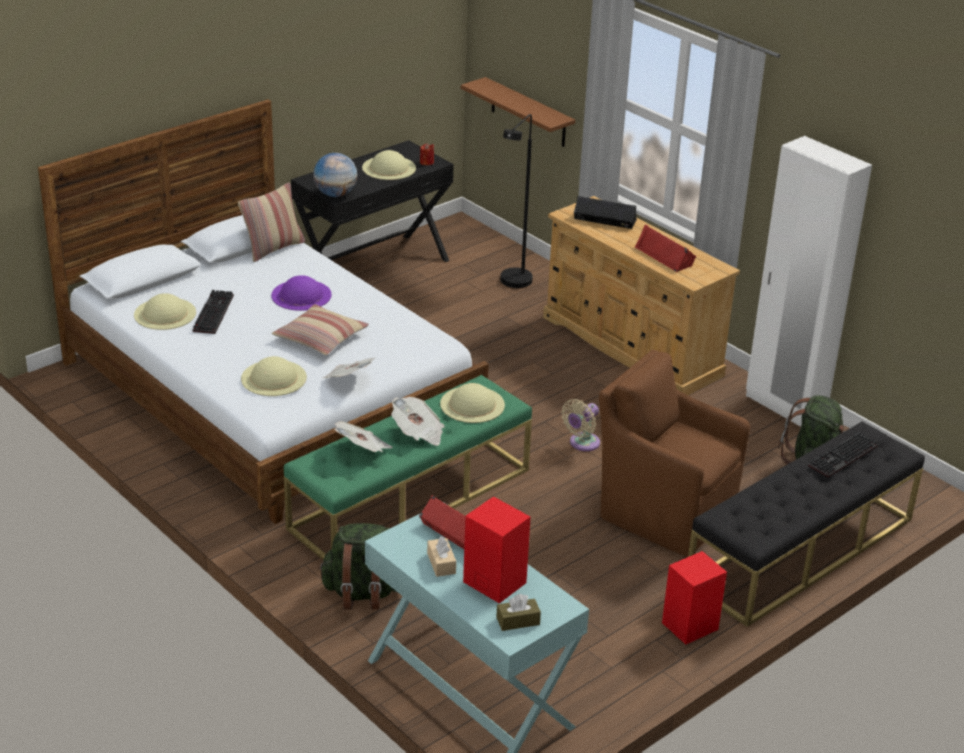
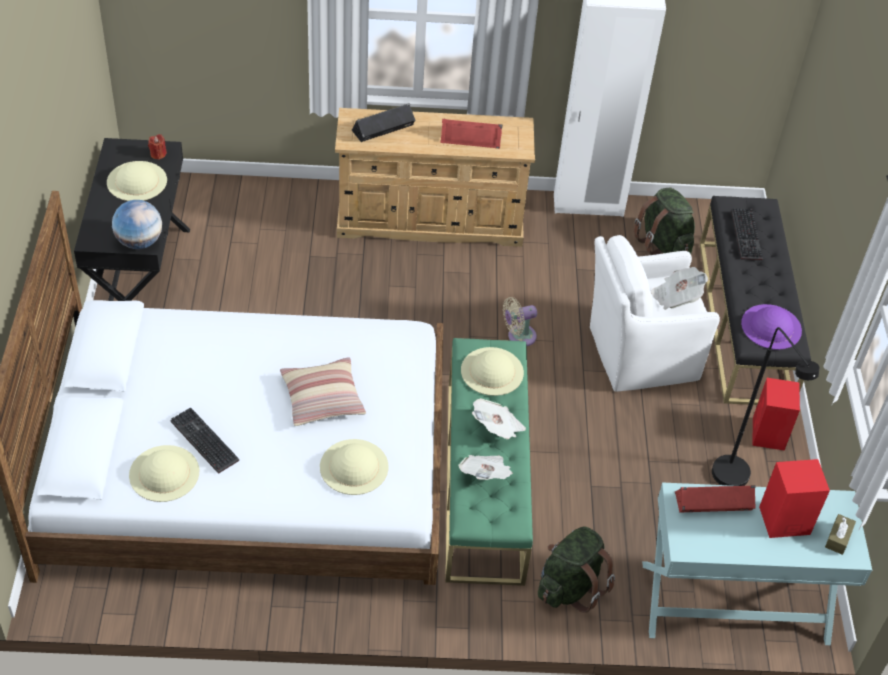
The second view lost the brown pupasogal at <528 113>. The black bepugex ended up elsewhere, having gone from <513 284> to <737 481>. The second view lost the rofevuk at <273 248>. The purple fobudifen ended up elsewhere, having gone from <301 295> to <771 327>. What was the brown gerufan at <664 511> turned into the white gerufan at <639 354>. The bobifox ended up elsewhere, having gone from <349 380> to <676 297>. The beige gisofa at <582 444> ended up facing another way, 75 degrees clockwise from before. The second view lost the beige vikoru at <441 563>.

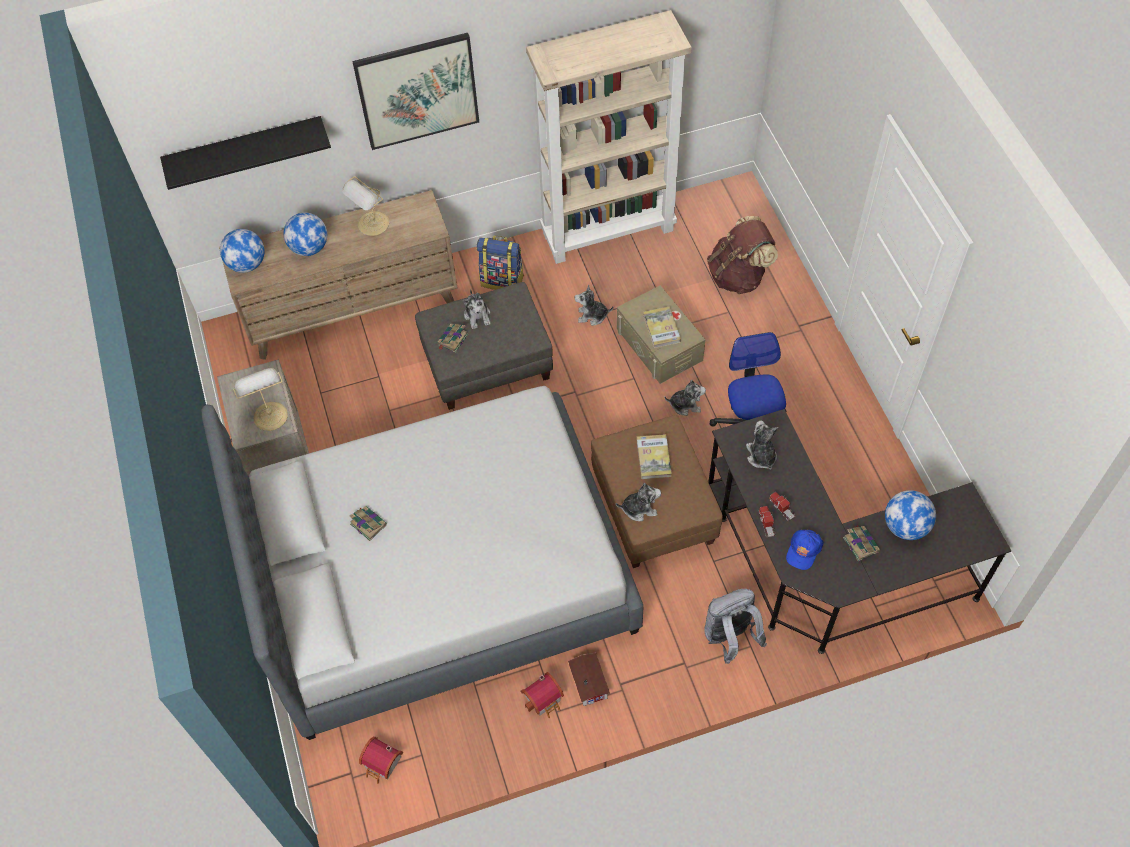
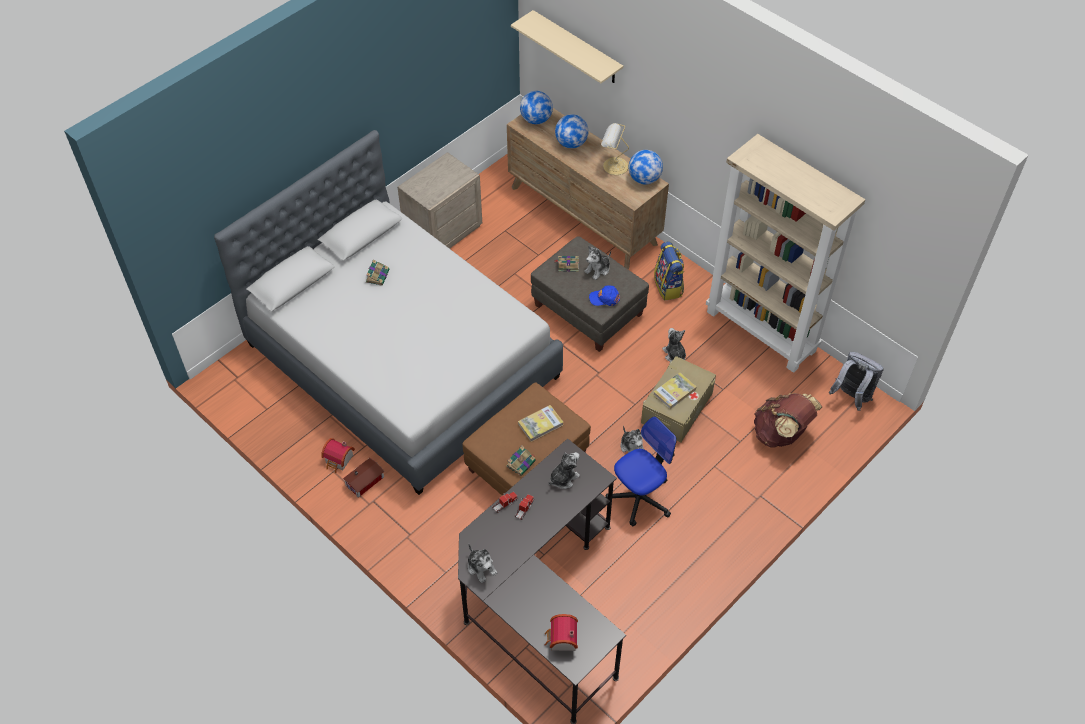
The second view lost the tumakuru at <417 90>. What was the black pupasogal at <245 148> turned into the beige pupasogal at <577 48>. The second view lost the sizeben at <269 414>. The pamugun ended up elsewhere, having gone from <639 508> to <481 567>. The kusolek ended up elsewhere, having gone from <905 526> to <644 179>. The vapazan ended up elsewhere, having gone from <860 544> to <521 463>. The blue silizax ended up elsewhere, having gone from <803 550> to <604 298>. The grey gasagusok ended up elsewhere, having gone from <730 638> to <851 397>. The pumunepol ended up elsewhere, having gone from <382 764> to <561 640>.

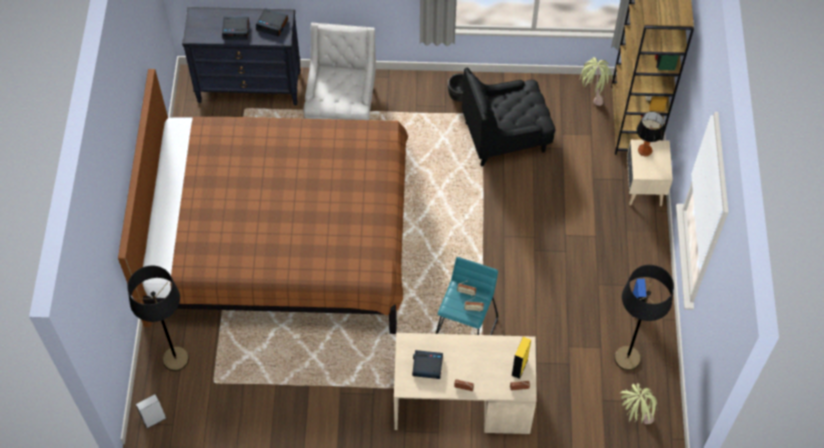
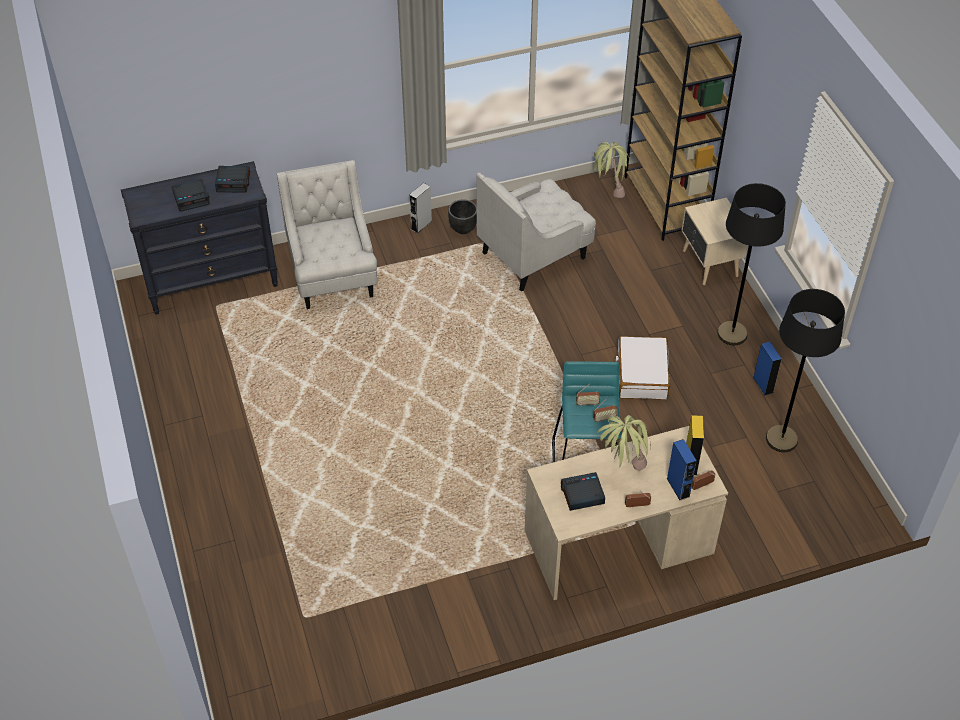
What was the black gerufan at <506 137> turned into the white gerufan at <534 255>. The second view lost the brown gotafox at <280 238>. The second view lost the sizeben at <644 150>. The black bepugex ended up elsewhere, having gone from <176 359> to <732 334>. The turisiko ended up elsewhere, having gone from <634 418> to <621 469>. The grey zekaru ended up elsewhere, having gone from <154 420> to <421 225>. The second view gained the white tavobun at <641 375>. The second view gained the blue zekaru at <678 487>.

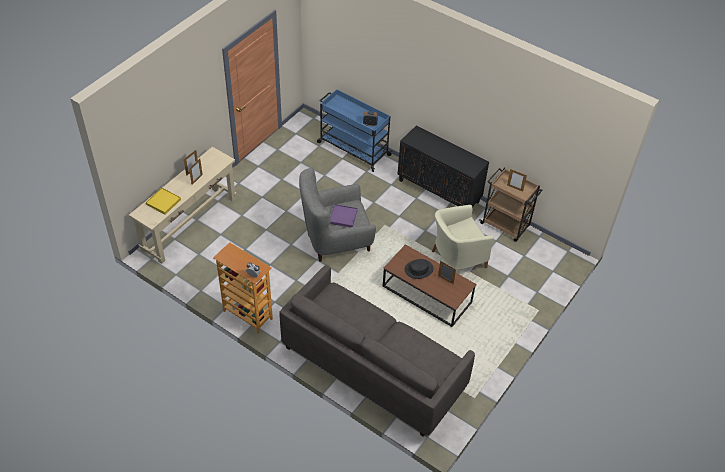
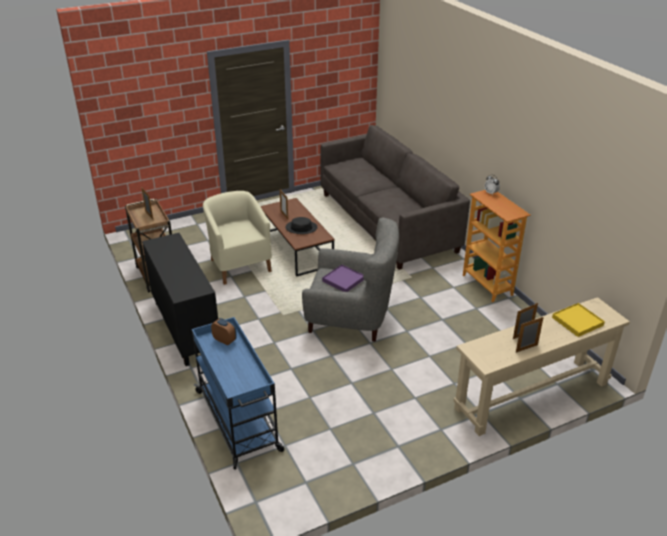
The beige gerufan at <457 259> ended up facing another way, 120 degrees counterclockwise from before.

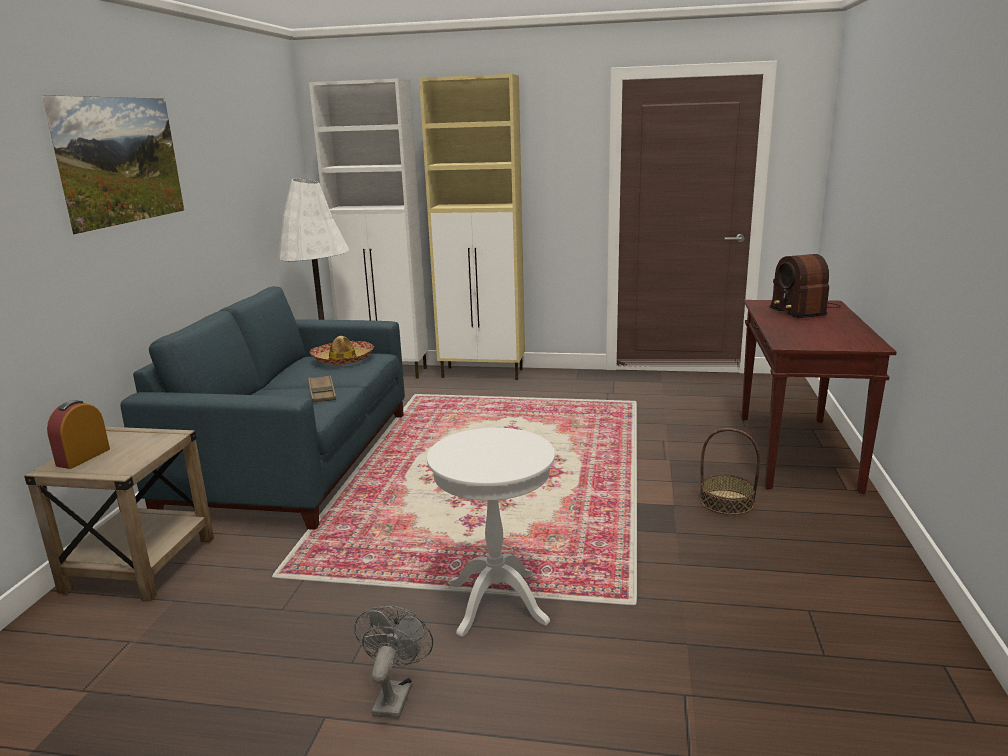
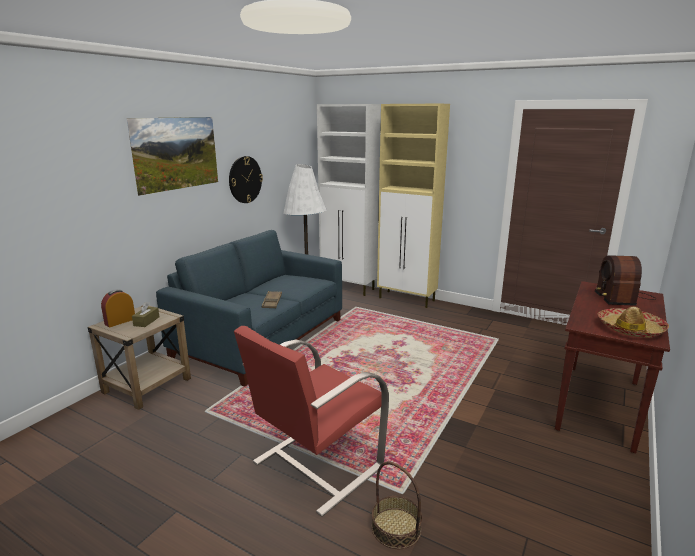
The fobudifen ended up elsewhere, having gone from <343 359> to <630 329>. Where the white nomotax stood at <496 602>, the red gerufan came to stand at <316 465>. The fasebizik ended up elsewhere, having gone from <727 502> to <396 528>. The second view lost the grey gisofa at <394 694>. The second view gained the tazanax at <245 179>. The second view gained the brown vikoru at <146 321>.

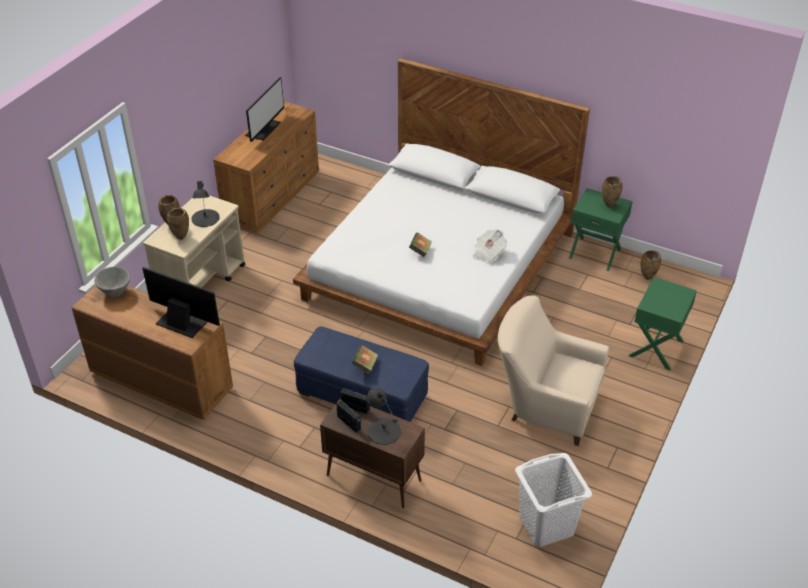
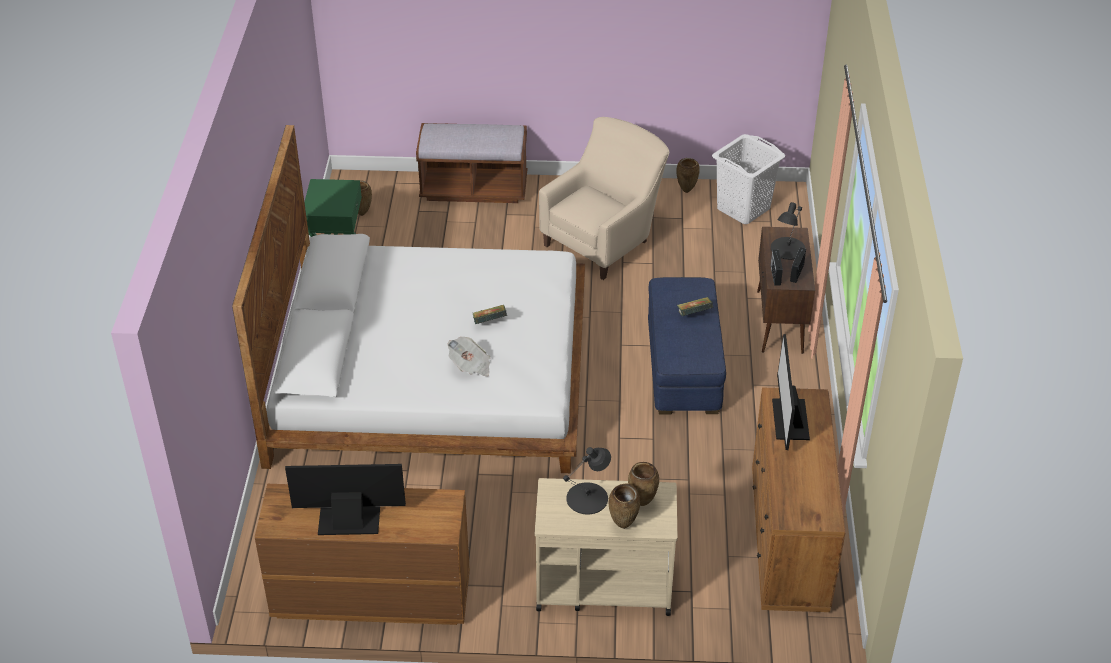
The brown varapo ended up elsewhere, having gone from <609 205> to <686 190>. The bobifox ended up elsewhere, having gone from <488 253> to <470 366>. The second view lost the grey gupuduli at <115 292>. Where the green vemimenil stood at <657 348>, the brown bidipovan came to stand at <474 189>. The beige gerufan at <545 406> ended up facing another way, 135 degrees counterclockwise from before.

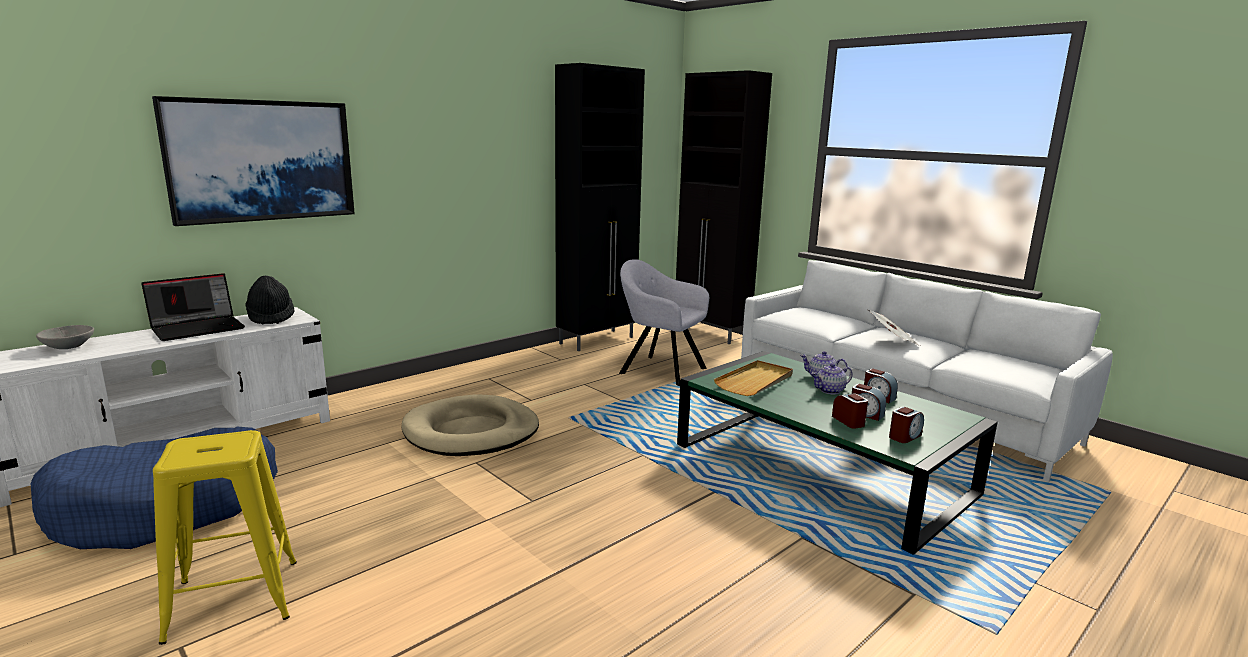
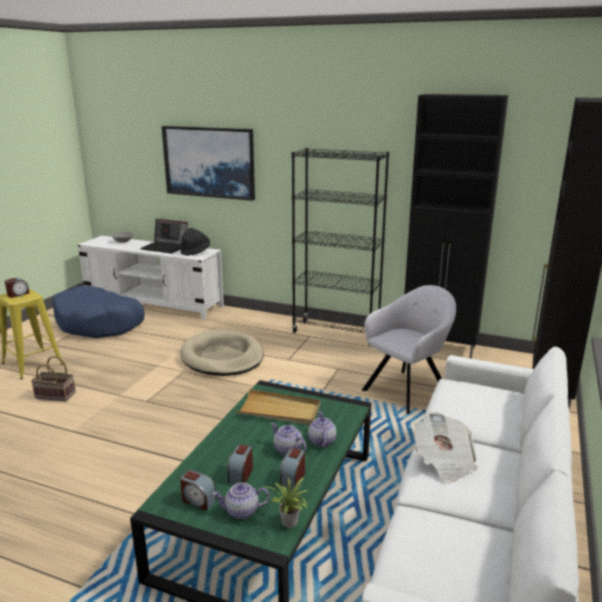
The grey gerufan at <659 370> ended up facing another way, 45 degrees clockwise from before. The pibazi ended up elsewhere, having gone from <849 421> to <18 294>. The second view gained the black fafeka at <336 333>. The second view gained the fasebizik at <54 395>. The second view gained the turisiko at <290 523>. The second view gained the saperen at <241 511>.

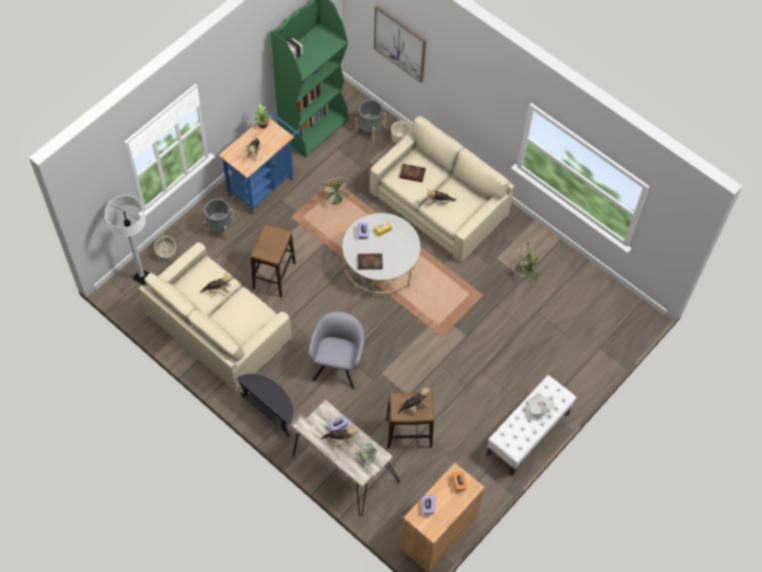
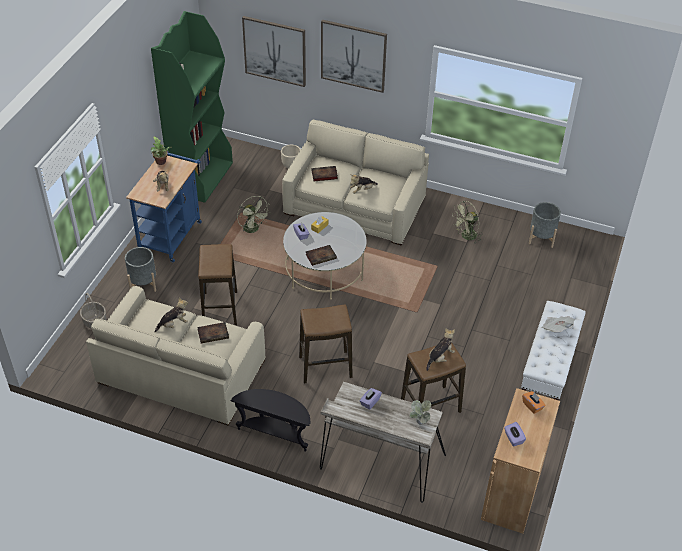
The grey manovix ended up elsewhere, having gone from <370 129> to <541 237>. The second view lost the white bepugex at <142 277>. Where the grey gerufan stood at <338 364>, the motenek came to stand at <325 367>. The second view lost the pamugun at <340 440>. The second view gained the tumakuru at <353 55>. The second view gained the vapazan at <214 334>.

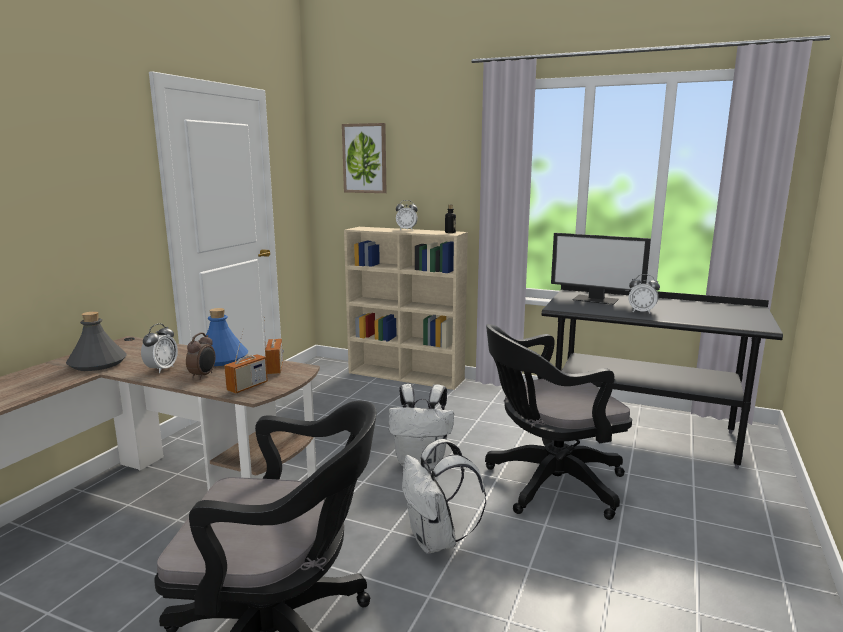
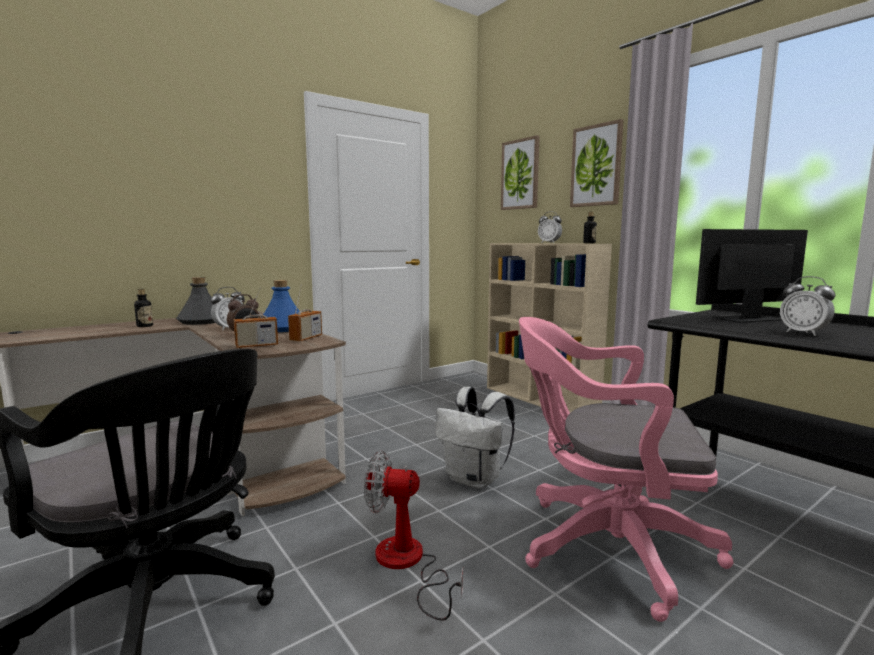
The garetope at <596 299> ended up facing another way, 105 degrees clockwise from before. What was the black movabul at <548 484> turned into the pink movabul at <605 546>. Where the white gasagusok stood at <436 541>, the gisofa came to stand at <407 564>. The second view gained the tumakuru at <596 165>. The second view gained the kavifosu at <145 326>.

